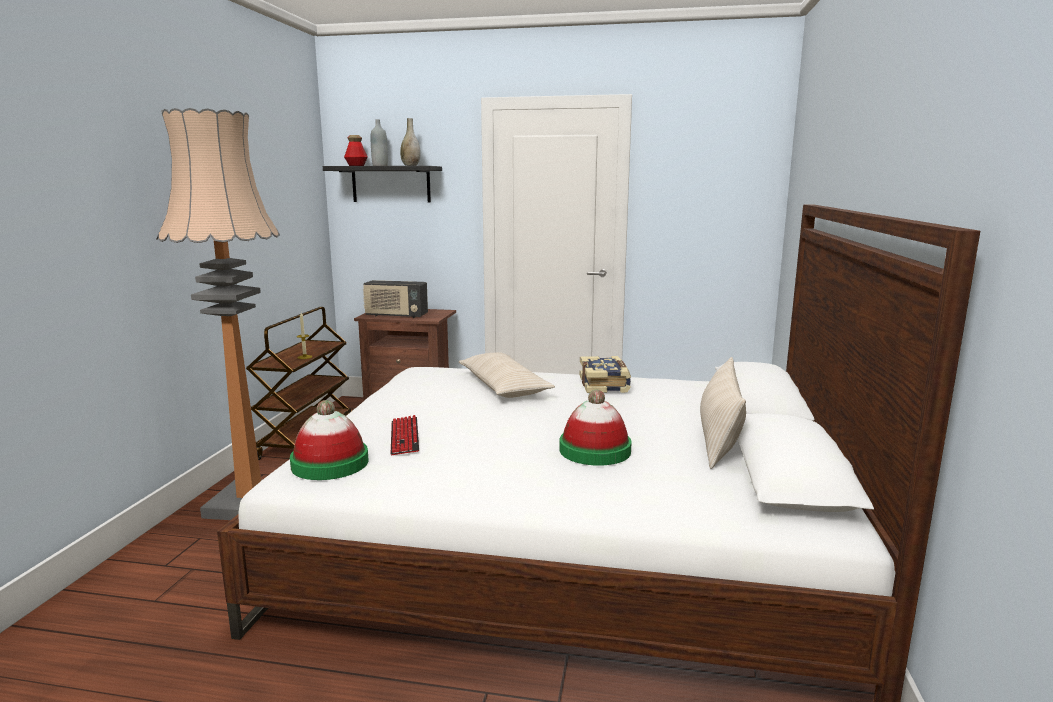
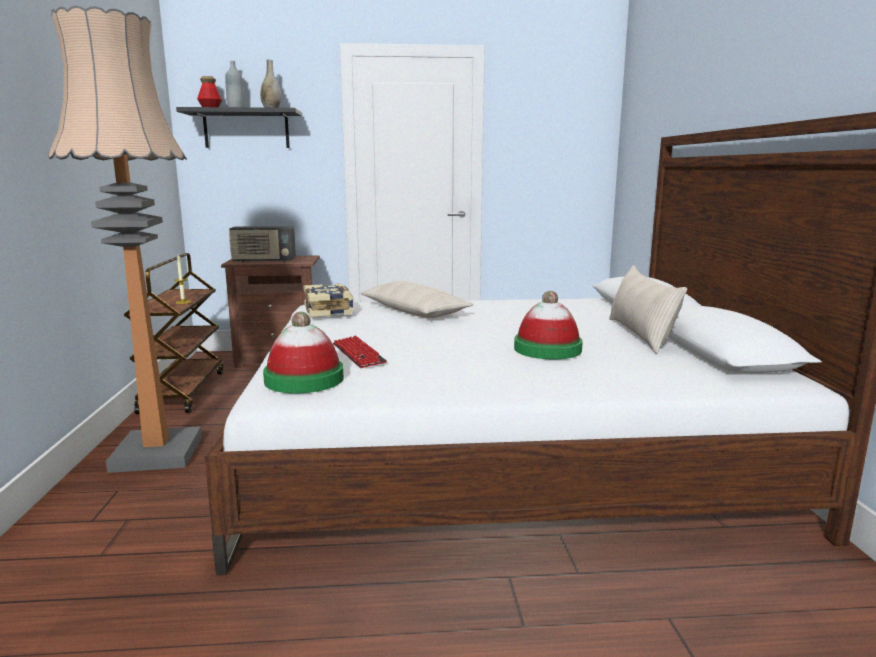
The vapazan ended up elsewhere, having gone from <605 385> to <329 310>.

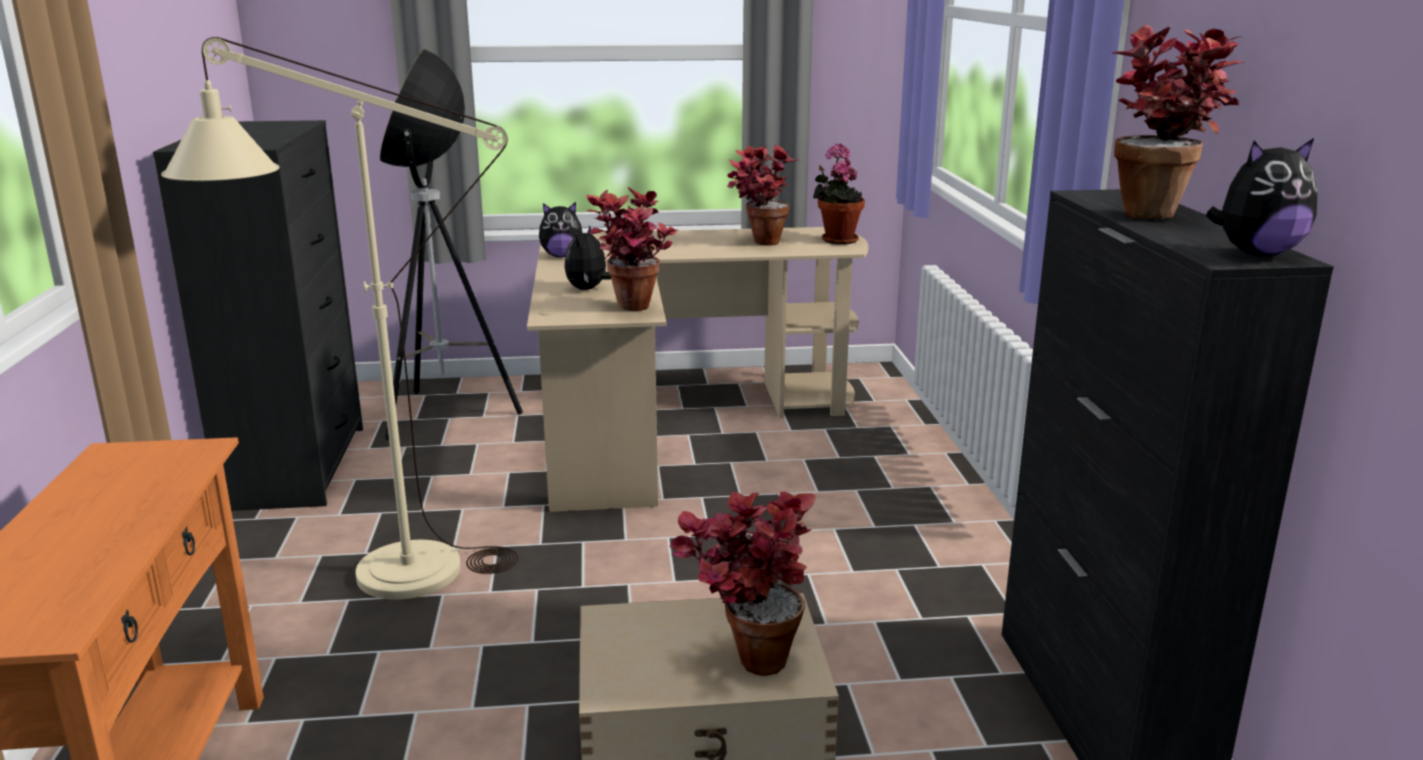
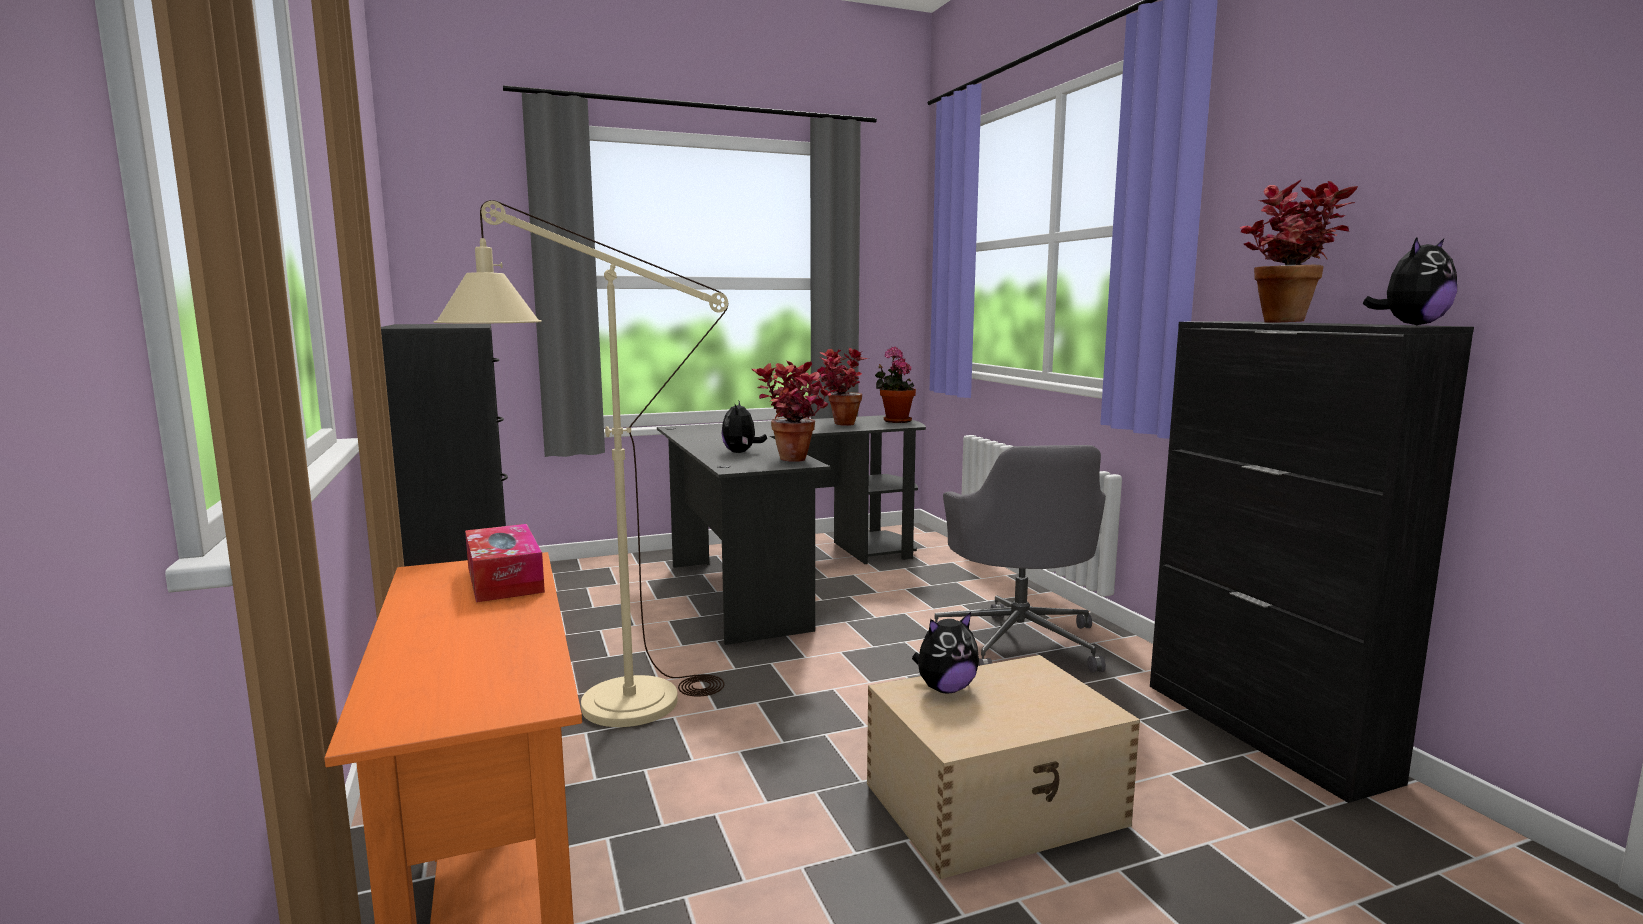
The second view lost the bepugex at <446 415>. The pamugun ended up elsewhere, having gone from <562 256> to <945 689>. What was the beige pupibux at <672 423> turned into the black pupibux at <782 574>. The second view lost the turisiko at <744 659>. The second view gained the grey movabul at <1019 642>. The second view gained the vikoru at <504 579>.

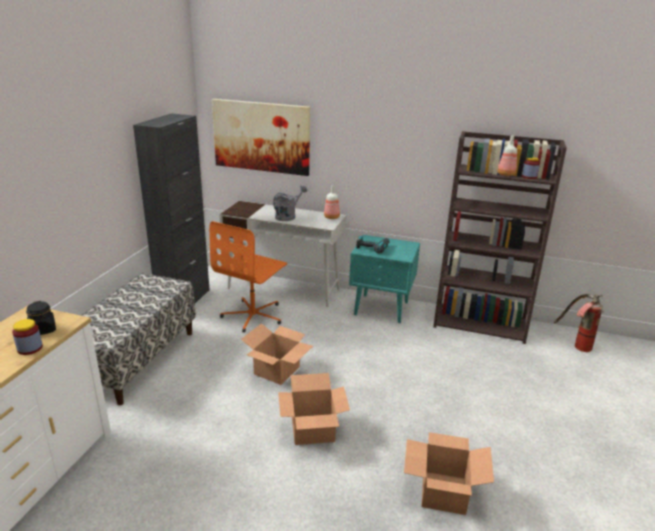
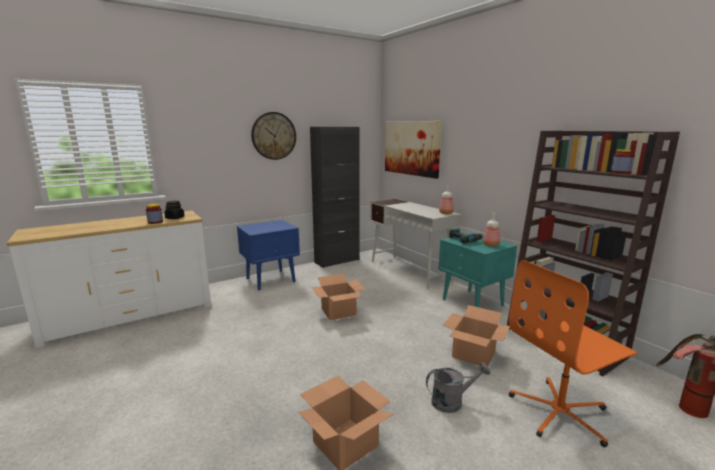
The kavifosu ended up elsewhere, having gone from <505 174> to <490 244>. The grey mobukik ended up elsewhere, having gone from <288 216> to <452 401>. The orange movabul ended up elsewhere, having gone from <253 315> to <560 412>. Where the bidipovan stood at <136 360>, the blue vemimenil came to stand at <271 280>. The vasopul ended up elsewhere, having gone from <313 429> to <474 354>. The second view gained the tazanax at <274 136>.

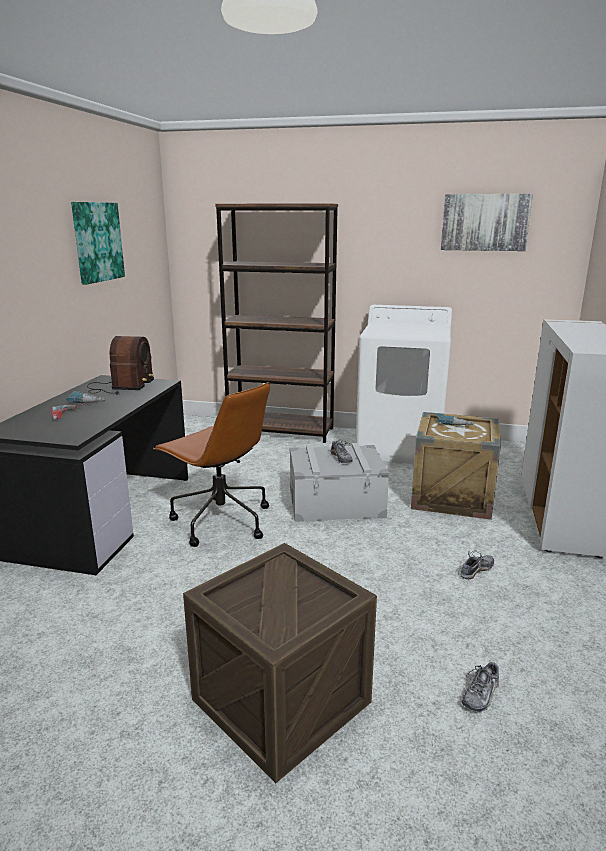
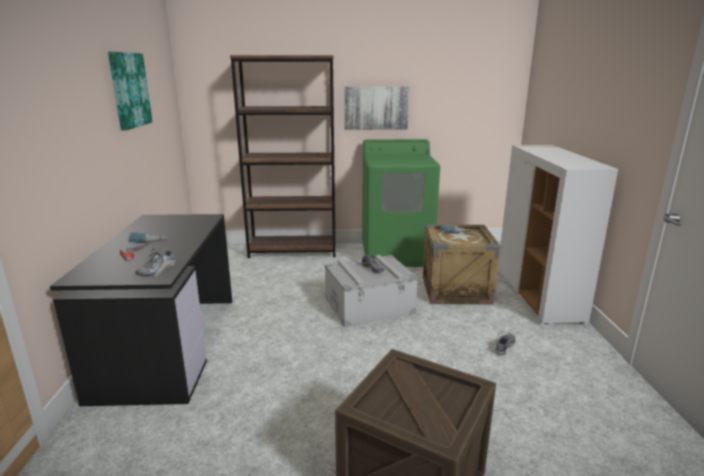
The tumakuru ended up elsewhere, having gone from <485 222> to <376 108>. What was the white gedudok at <400 447> turned into the green gedudok at <396 254>. The second view lost the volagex at <120 387>. The second view lost the brown movabul at <220 521>. The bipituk ended up elsewhere, having gone from <481 694> to <157 270>.

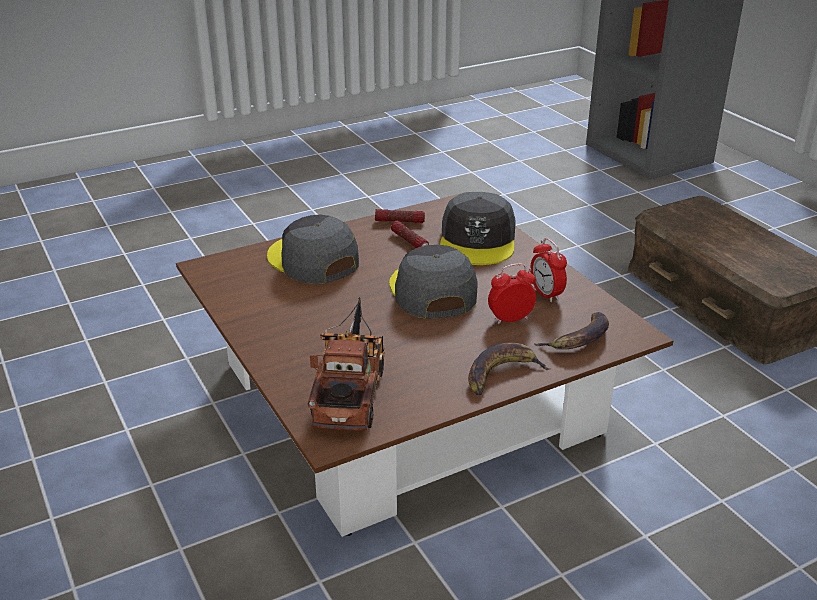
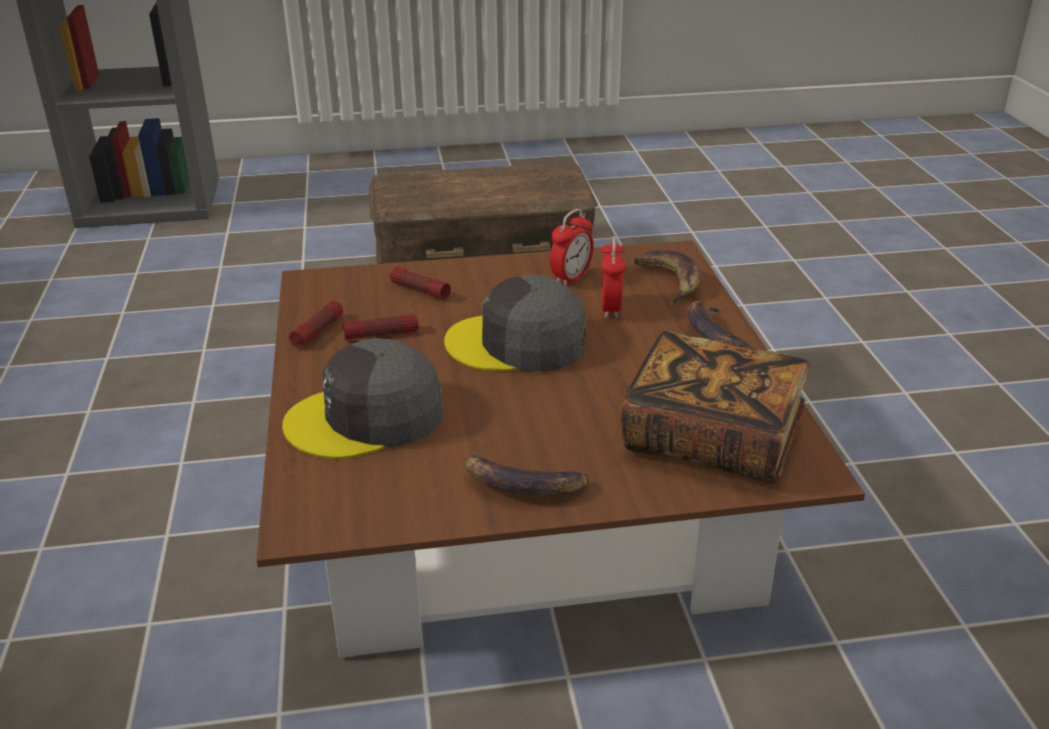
Where the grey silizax stood at <478 241>, the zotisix came to stand at <419 290>. The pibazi at <546 294> ended up facing another way, 45 degrees counterclockwise from before. Where the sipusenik stood at <351 389>, the vapazan came to stand at <712 439>. The second view gained the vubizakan at <521 484>.

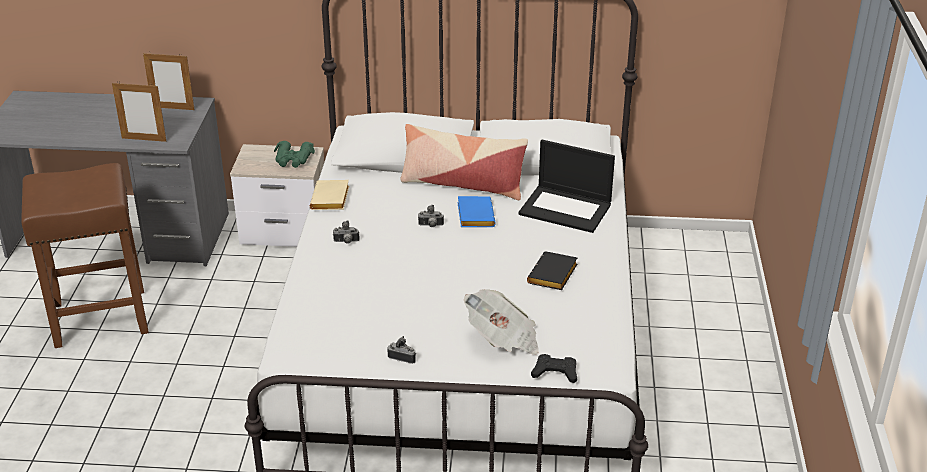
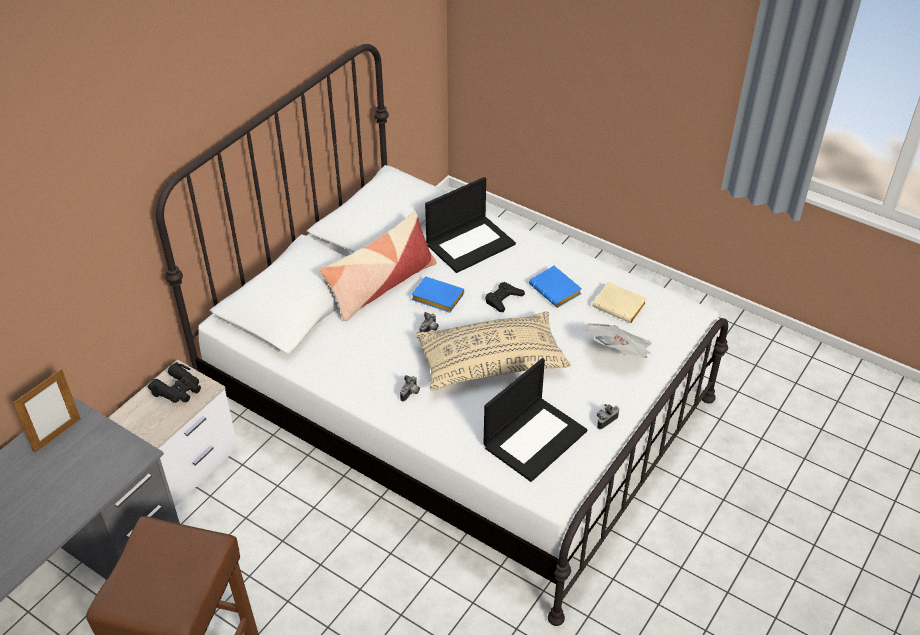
The second view lost the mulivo at <144 139>. What was the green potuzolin at <293 159> turned into the black potuzolin at <178 389>. The beige vapazan ended up elsewhere, having gone from <331 200> to <620 306>. What was the black vapazan at <553 276> turned into the blue vapazan at <557 290>. The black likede ended up elsewhere, having gone from <555 372> to <503 299>. The second view gained the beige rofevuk at <491 362>. The second view gained the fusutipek at <535 438>.

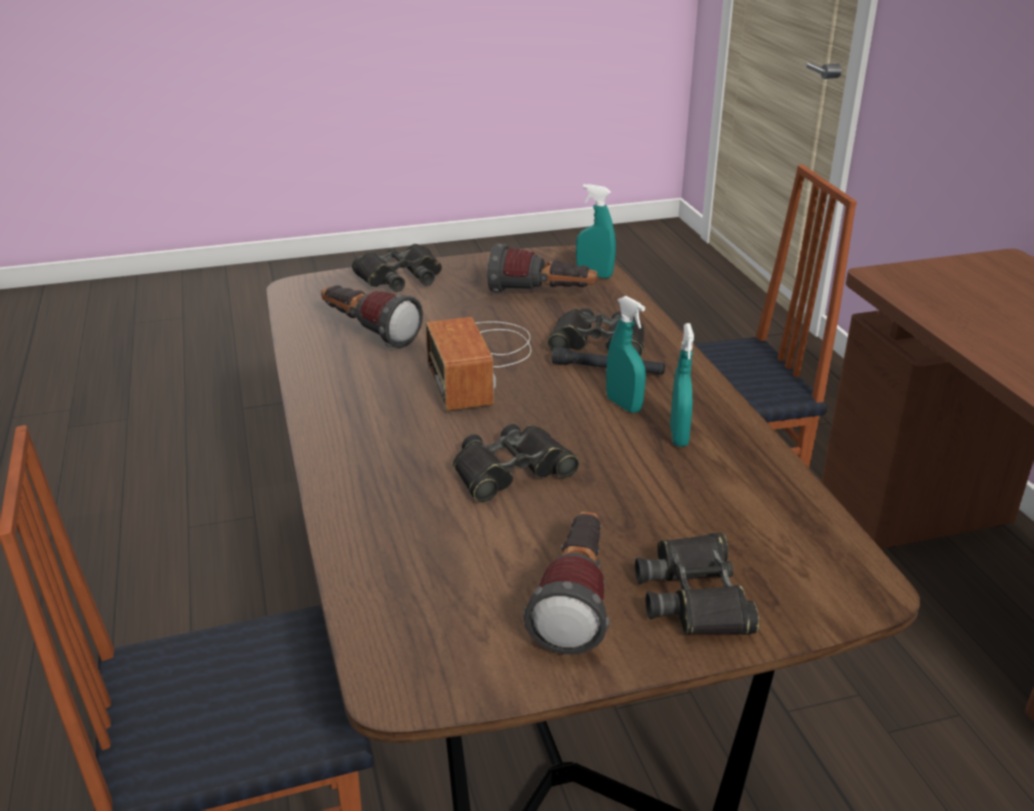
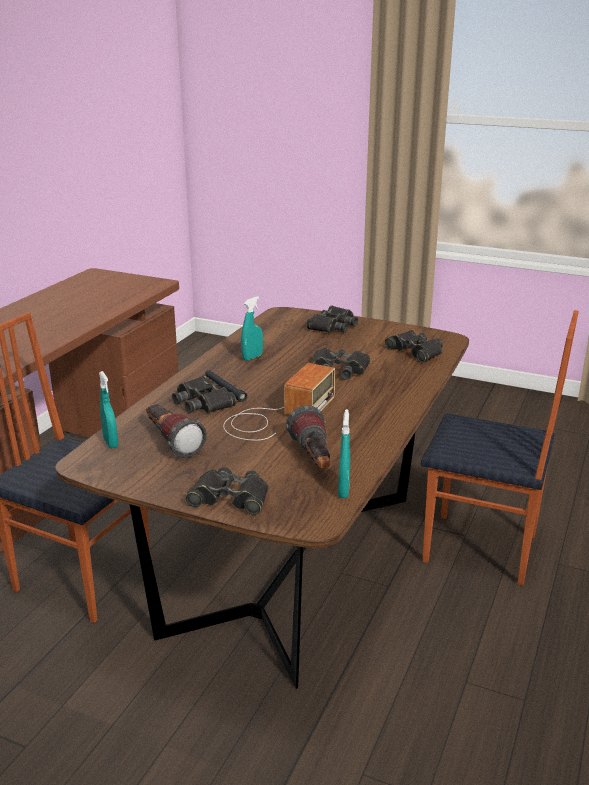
The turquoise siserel ended up elsewhere, having gone from <624 405> to <343 490>. The second view lost the zotisix at <575 600>. The second view gained the black potuzolin at <415 351>.

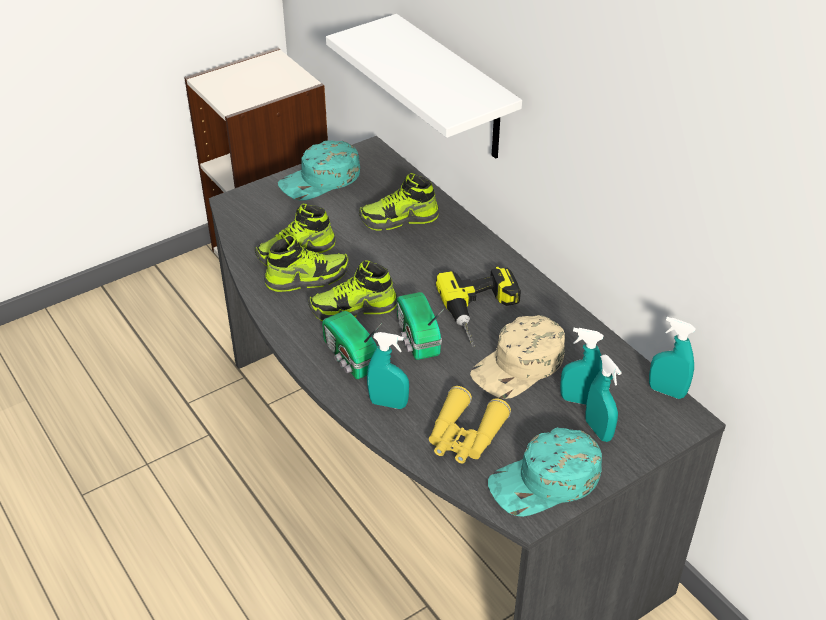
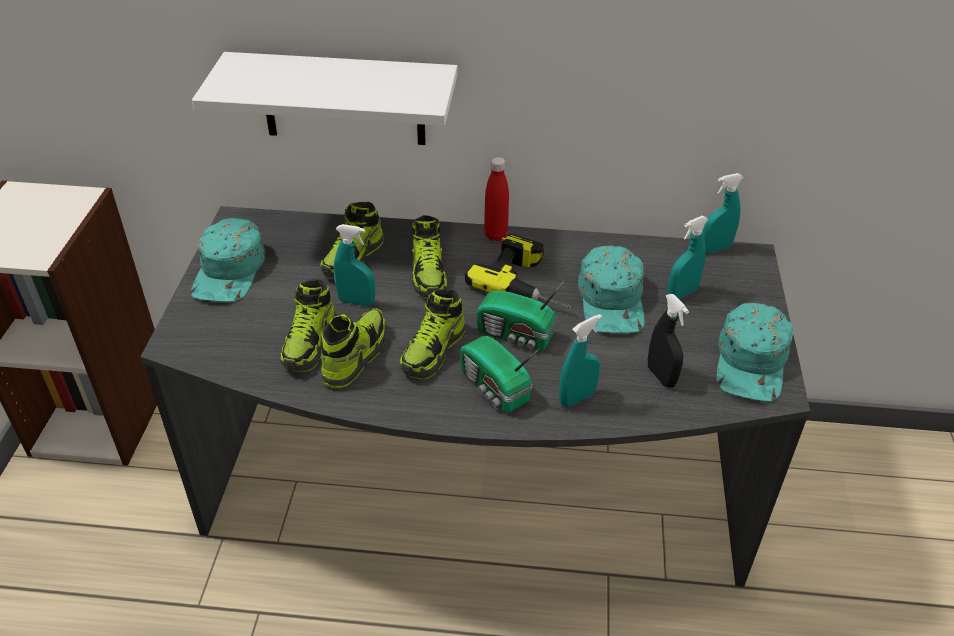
The volagex at <350 358> ended up facing another way, 45 degrees clockwise from before. What was the beige silizax at <519 366> turned into the turquoise silizax at <612 300>. The turquoise siserel ended up elsewhere, having gone from <598 430> to <356 302>. Where the yellow potuzolin stood at <464 436>, the black siserel came to stand at <661 376>. The second view gained the red kavifosu at <495 235>. The second view gained the bipituk at <429 275>.

